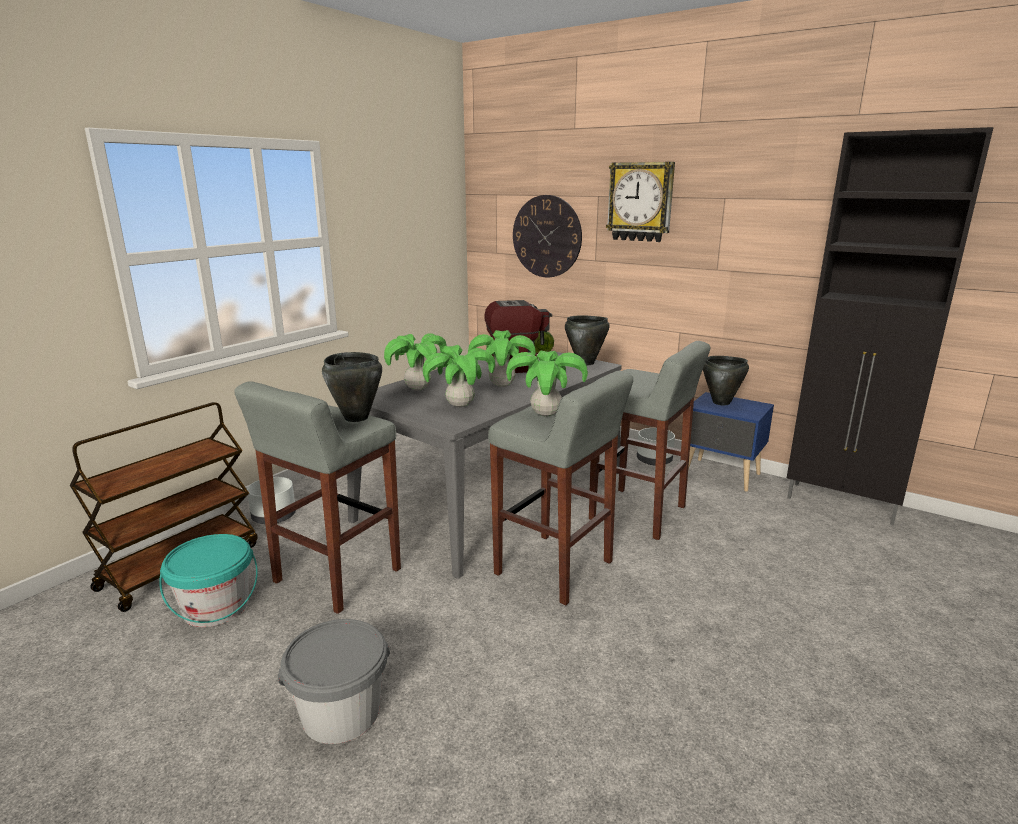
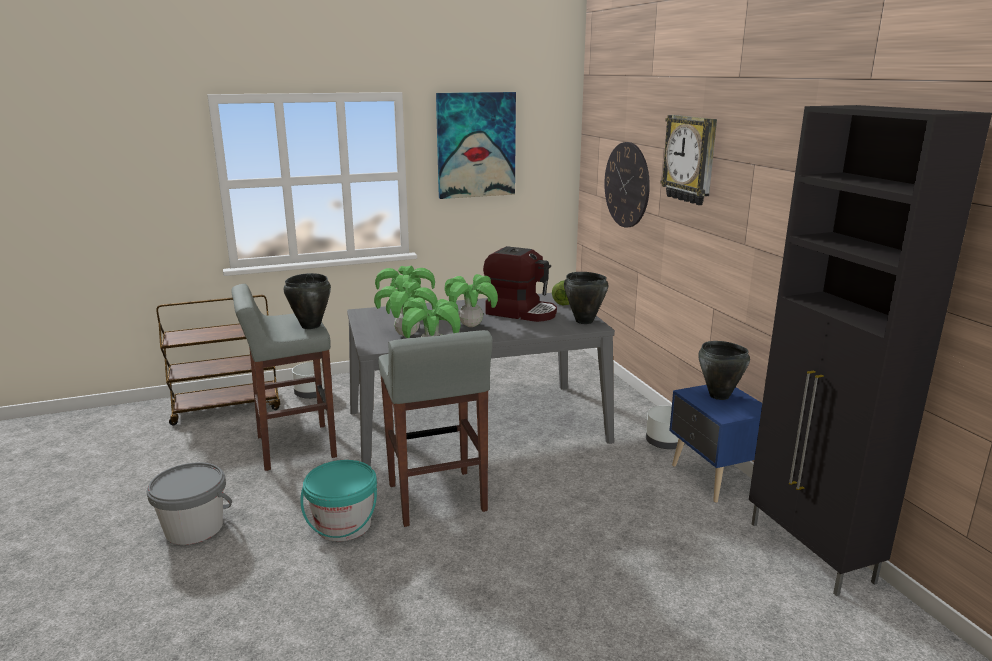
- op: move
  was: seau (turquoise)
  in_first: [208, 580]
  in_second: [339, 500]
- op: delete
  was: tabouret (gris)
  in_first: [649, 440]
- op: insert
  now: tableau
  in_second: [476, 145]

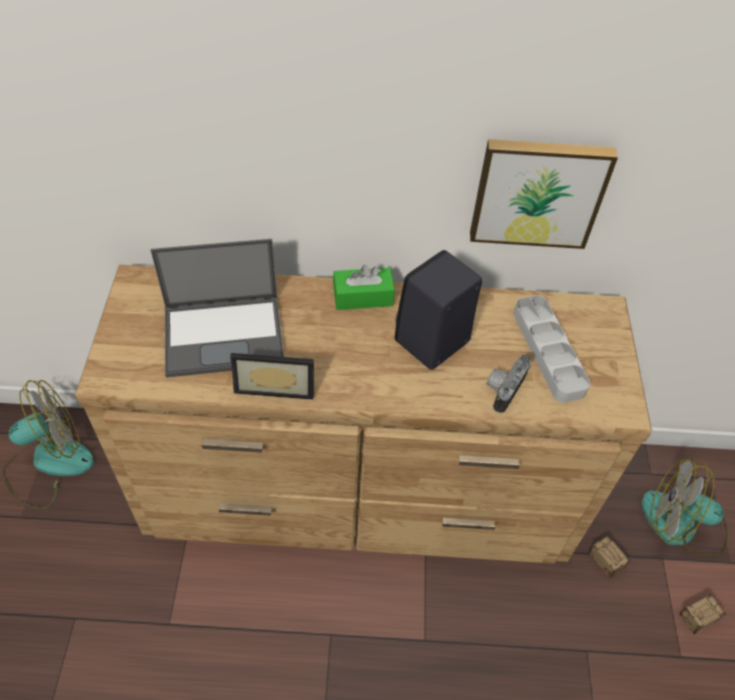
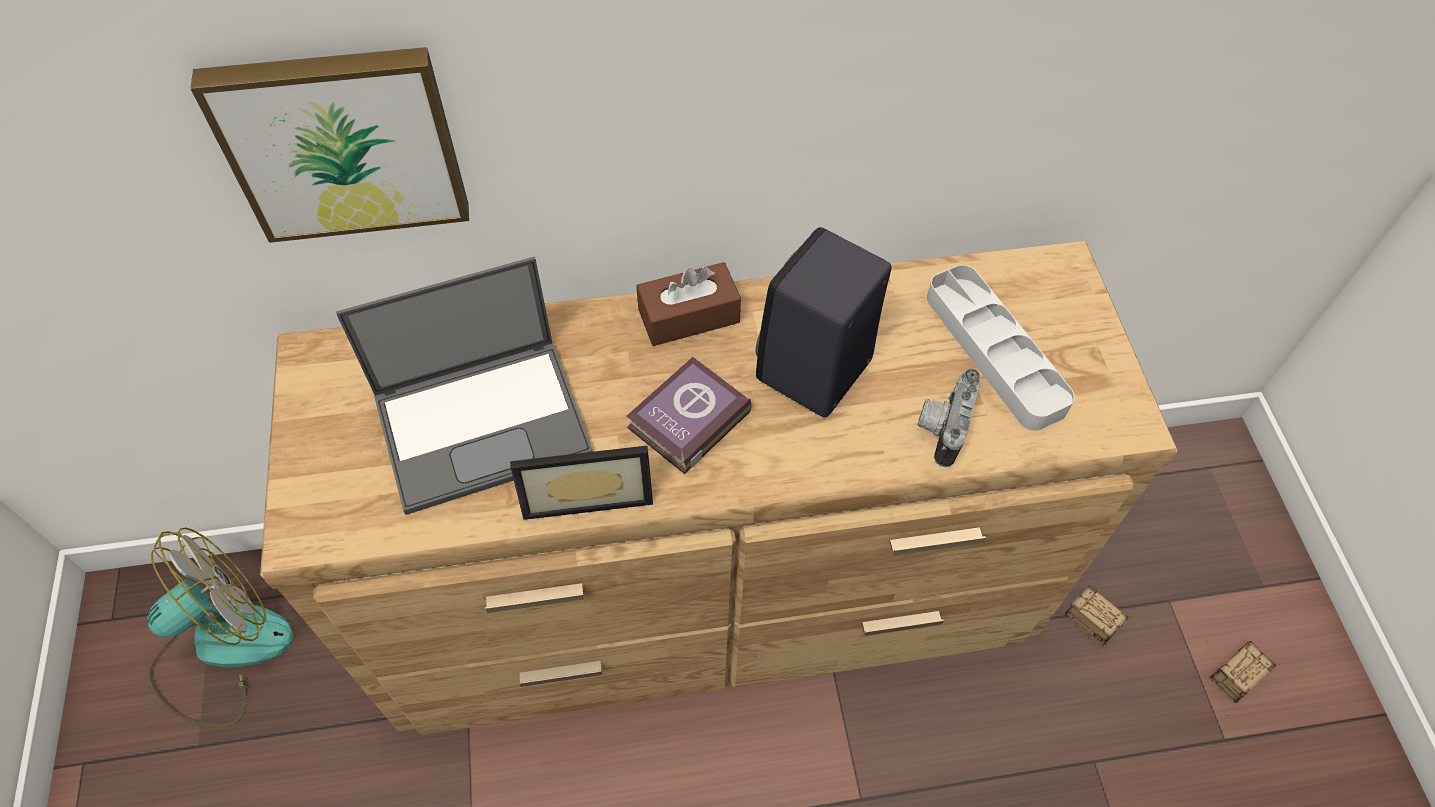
- op: recolor
  was: boîte à mouchoirs (vert)
  now: boîte à mouchoirs (marron)
  in_first: [364, 287]
  in_second: [688, 304]
- op: move
  was: tableau
  in_first: [544, 194]
  in_second: [329, 145]
- op: delete
  was: ventilateur
  in_first: [684, 507]
- op: insert
  now: livre
  in_second: [689, 415]

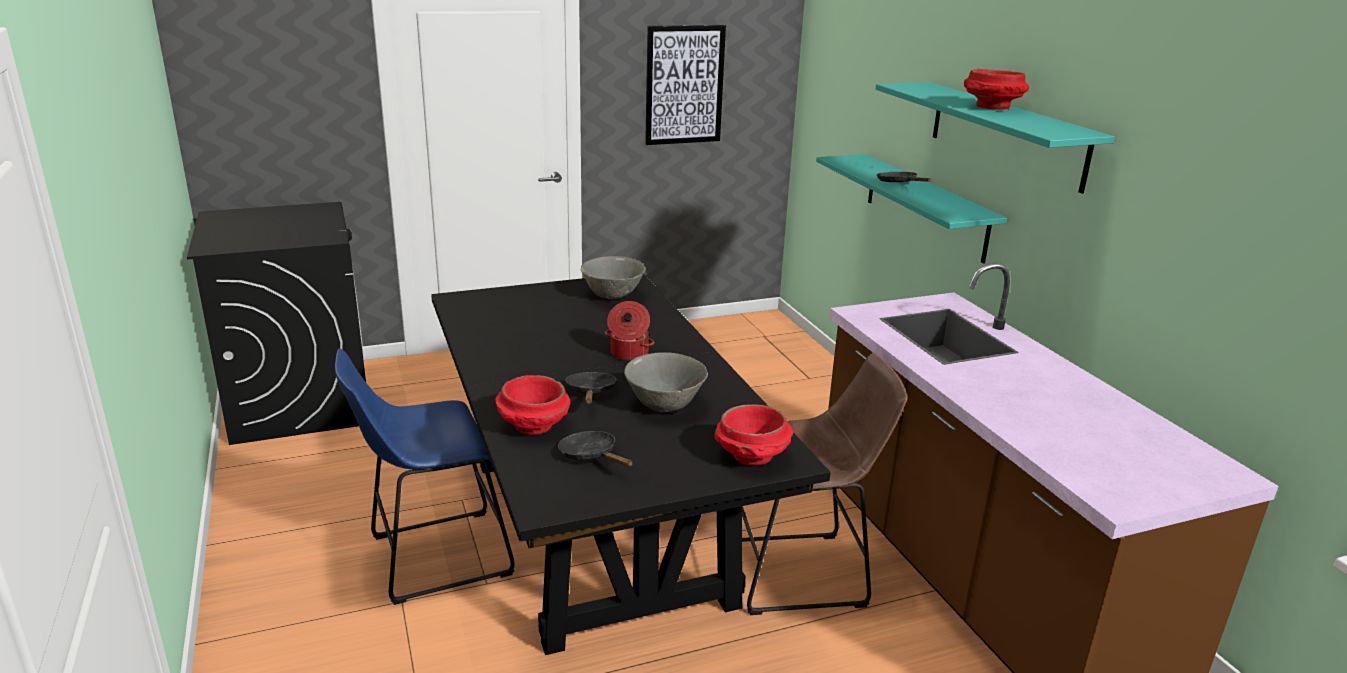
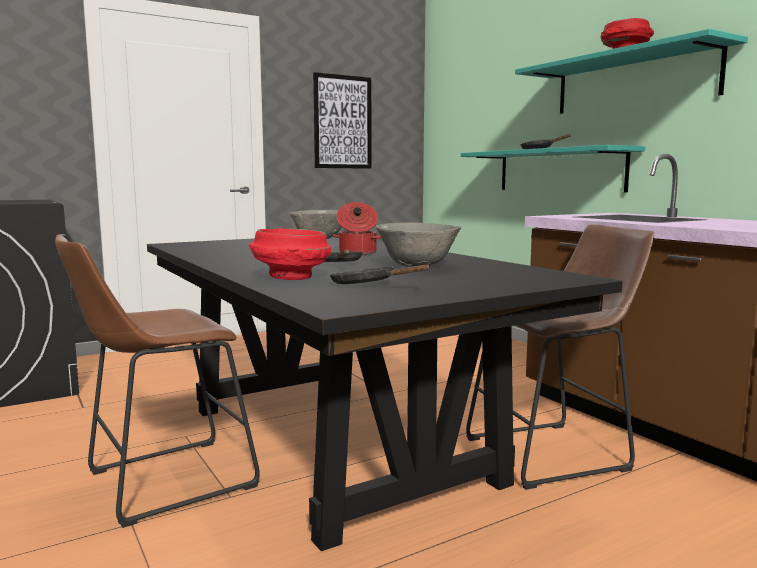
- op: recolor
  was: tabouret (bleu)
  now: tabouret (marron)
  in_first: [425, 476]
  in_second: [157, 381]
- op: delete
  was: bol (rouge)
  in_first: [754, 435]

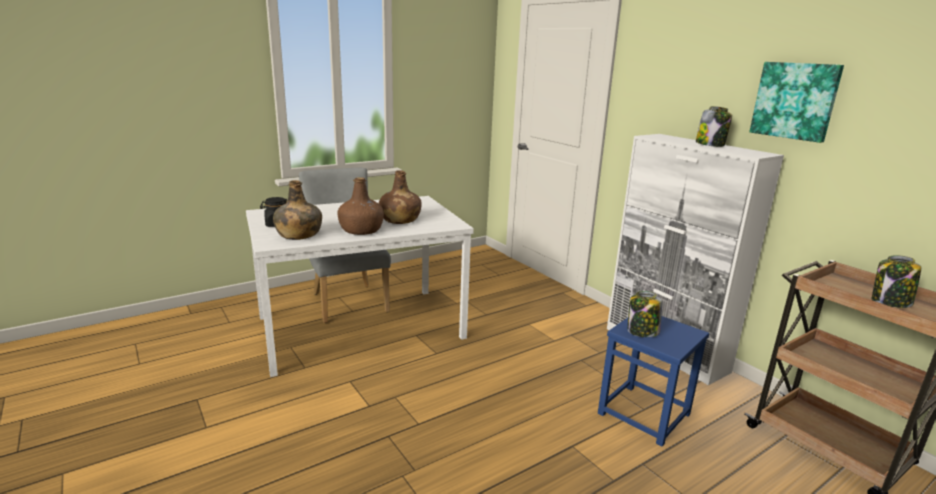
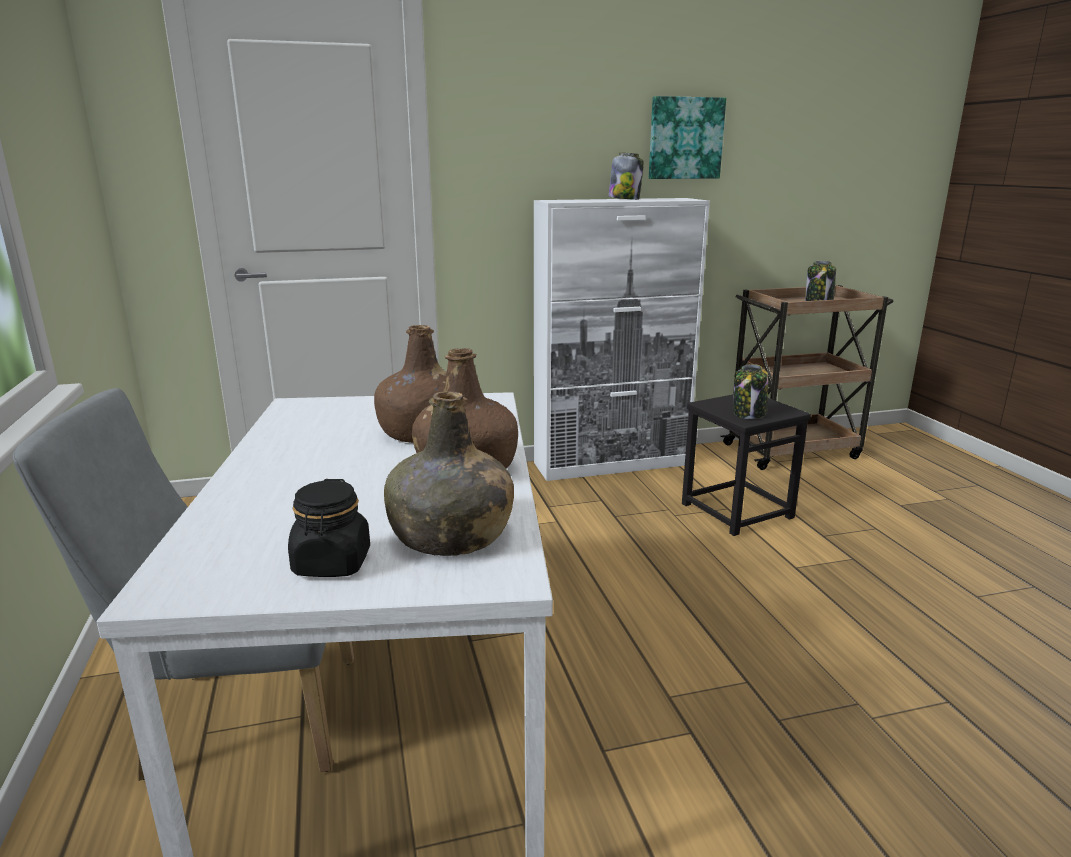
- op: recolor
  was: tabouret (bleu)
  now: tabouret (noir)
  in_first: [653, 381]
  in_second: [746, 465]

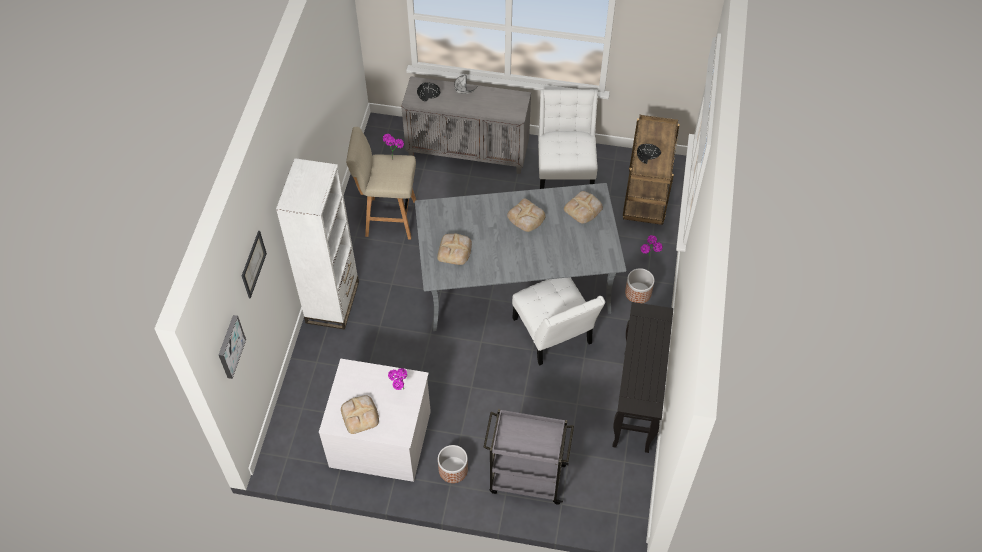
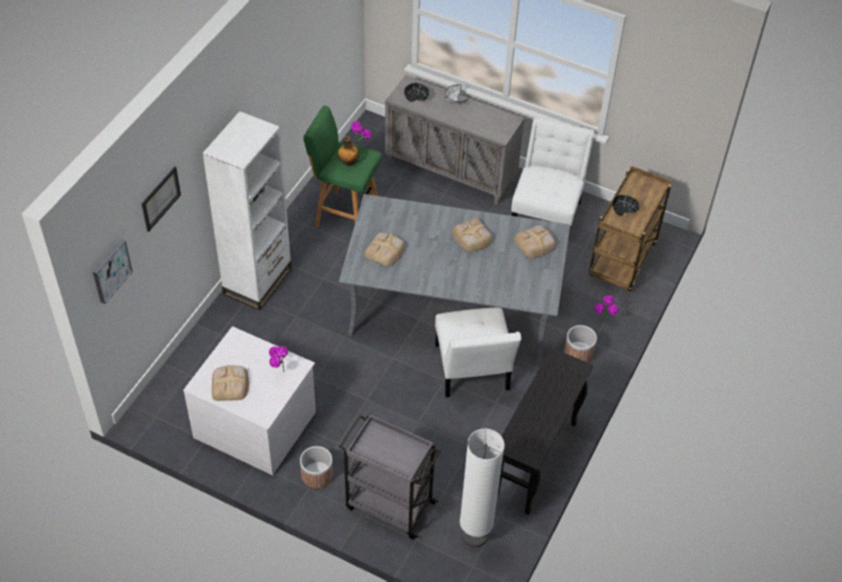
- op: recolor
  was: tabouret (beige)
  now: tabouret (vert)
  in_first: [381, 183]
  in_second: [342, 167]
- op: insert
  now: bouteille
  in_second: [348, 151]
- op: insert
  now: lampadaire (blanc)
  in_second: [482, 488]

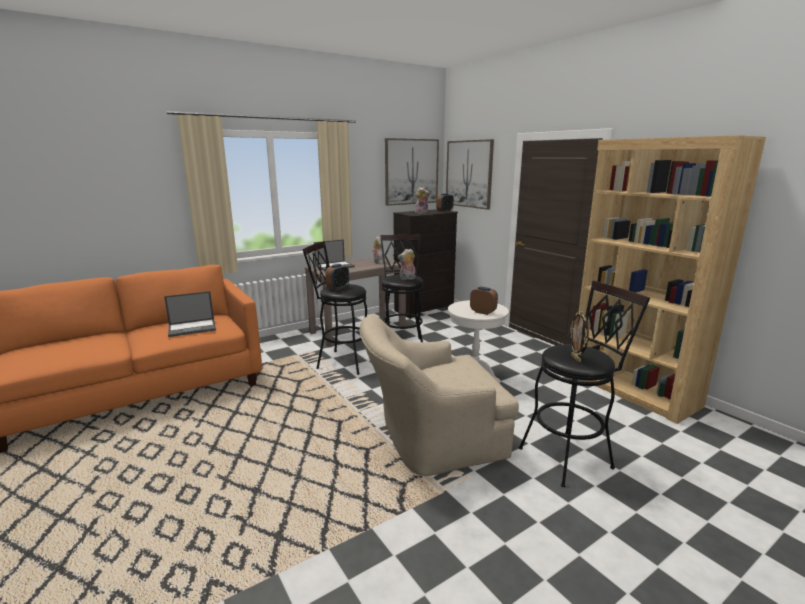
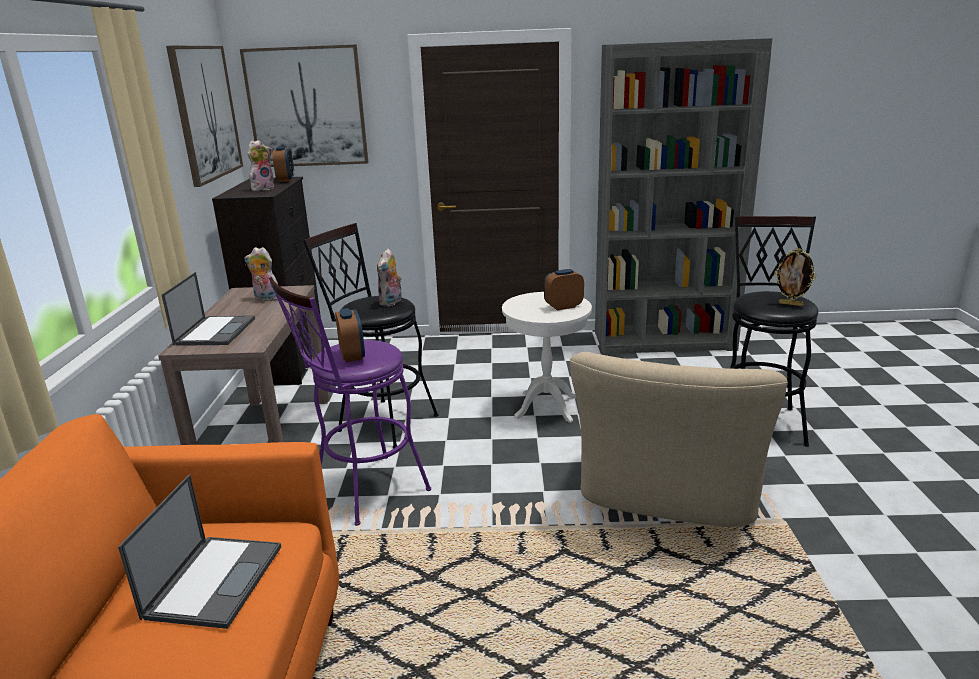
- op: recolor
  was: tabouret (noir)
  now: tabouret (violet)
  in_first: [335, 308]
  in_second: [349, 401]
- op: recolor
  was: bibliothèque (marron)
  now: bibliothèque (gris)
  in_first: [672, 279]
  in_second: [684, 196]

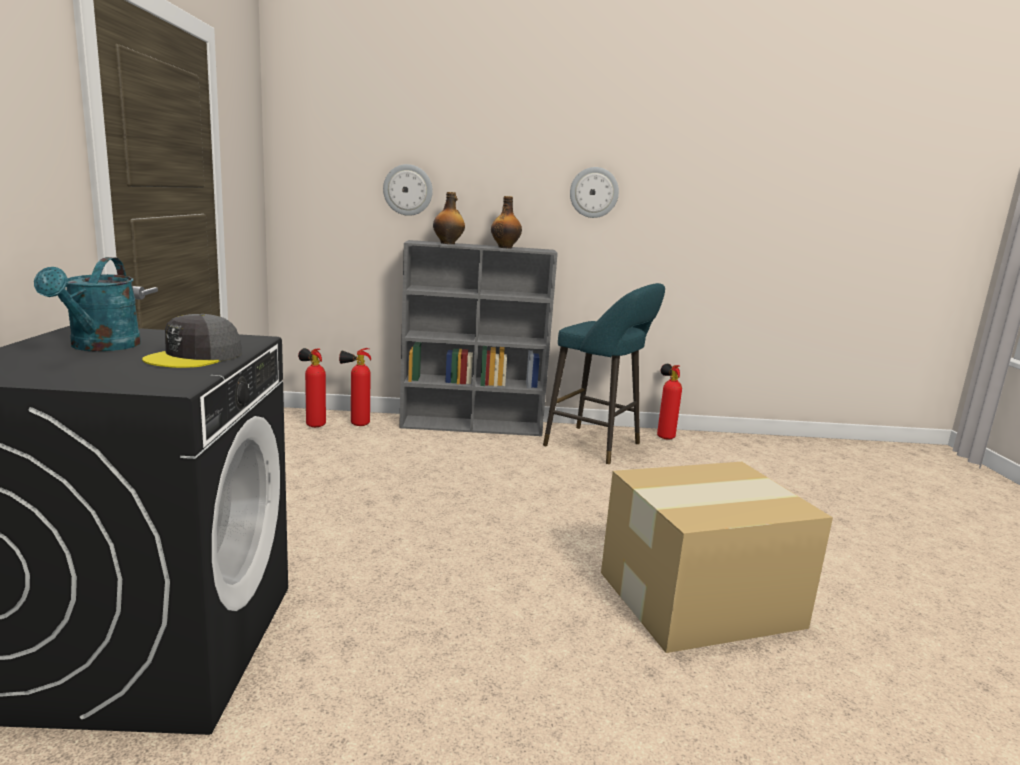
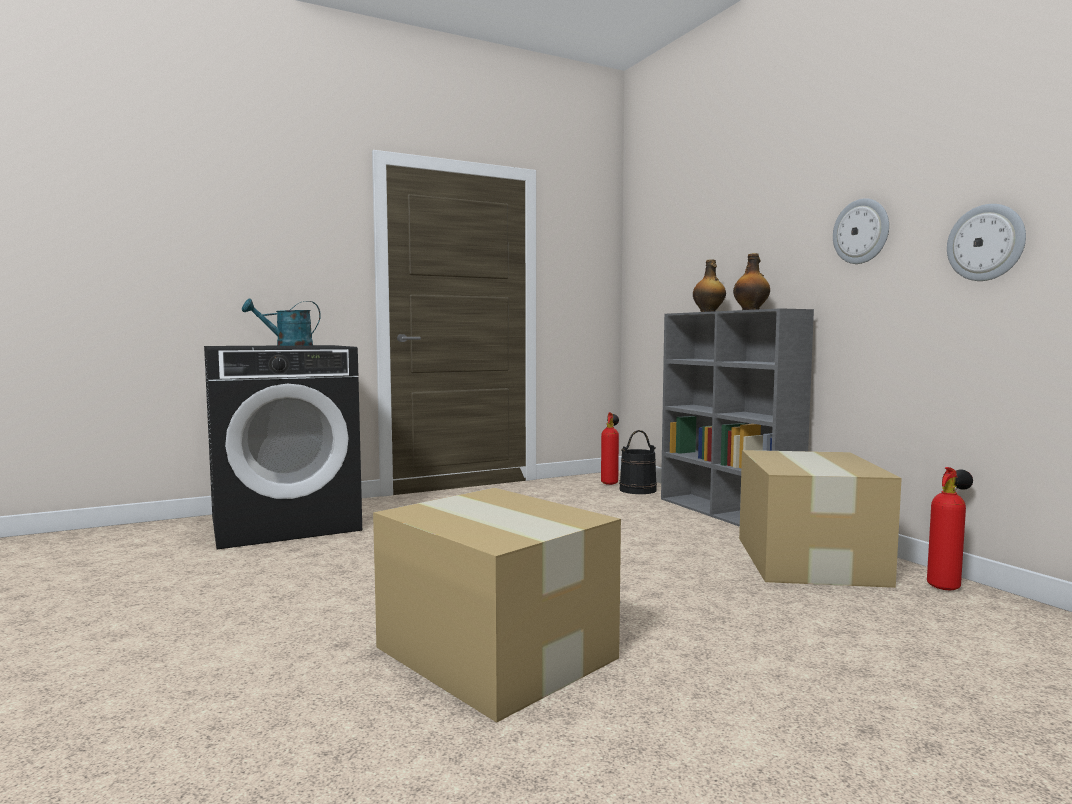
- op: delete
  was: casquette (gris)
  in_first: [192, 341]
- op: replace
  was: extincteur
  now: seau (noir)
  in_first: [355, 387]
  in_second: [638, 462]
- op: move
  was: horloge murale
  in_first: [408, 190]
  in_second: [986, 242]
- op: replace
  was: tabouret (turquoise)
  now: carton
  in_first: [604, 373]
  in_second: [820, 519]

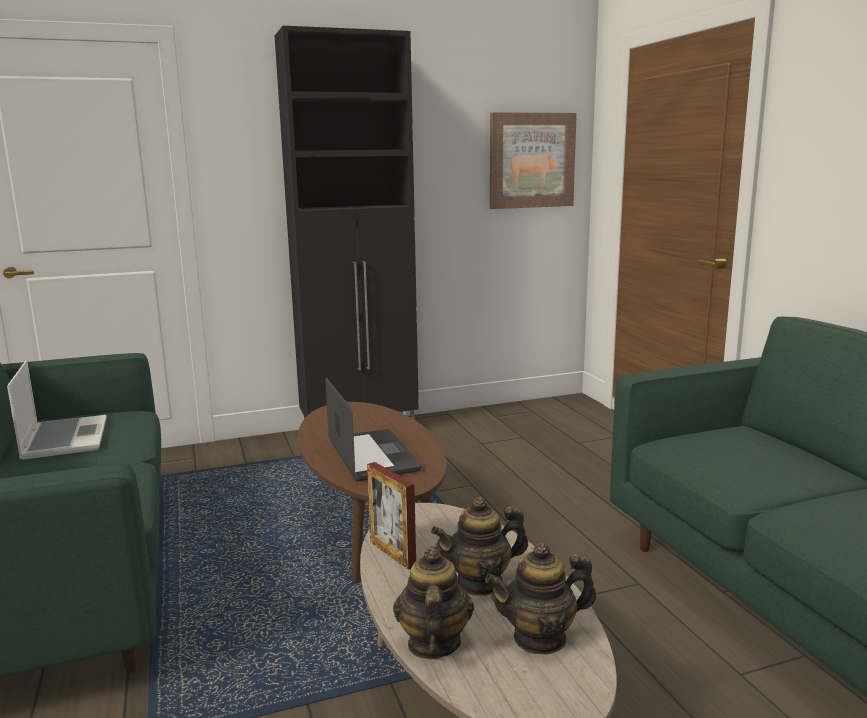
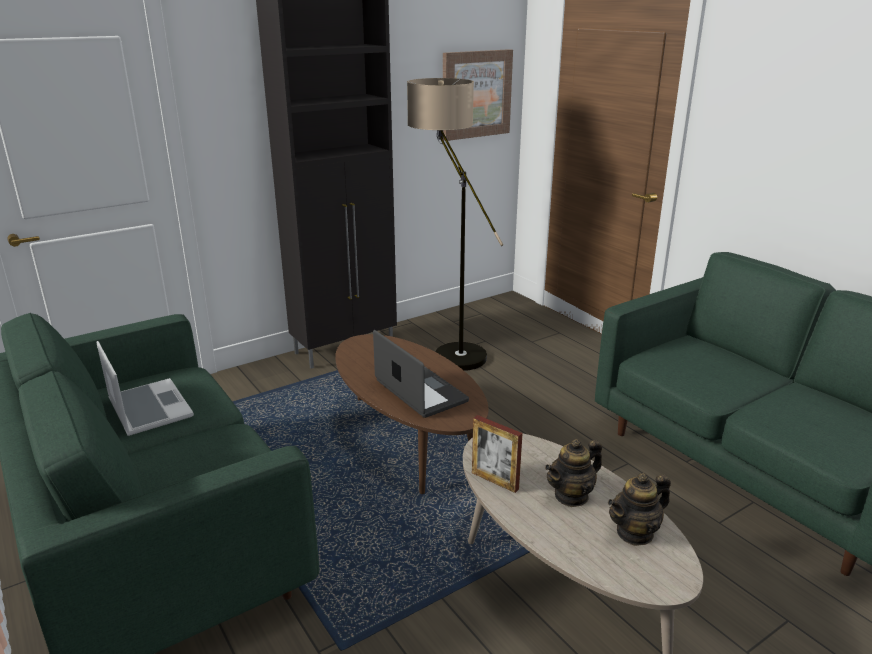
- op: delete
  was: théière
  in_first: [433, 602]
- op: insert
  now: lampadaire
  in_second: [455, 224]

